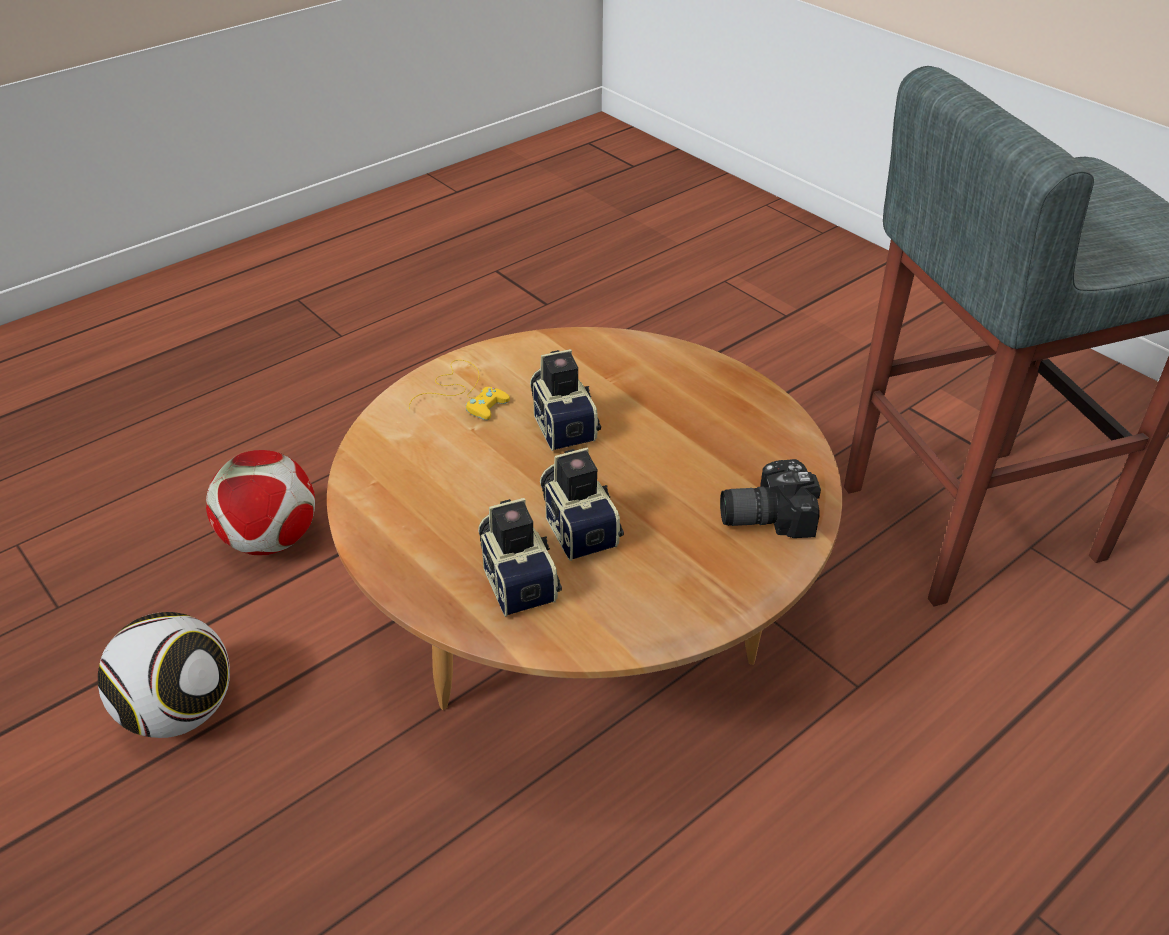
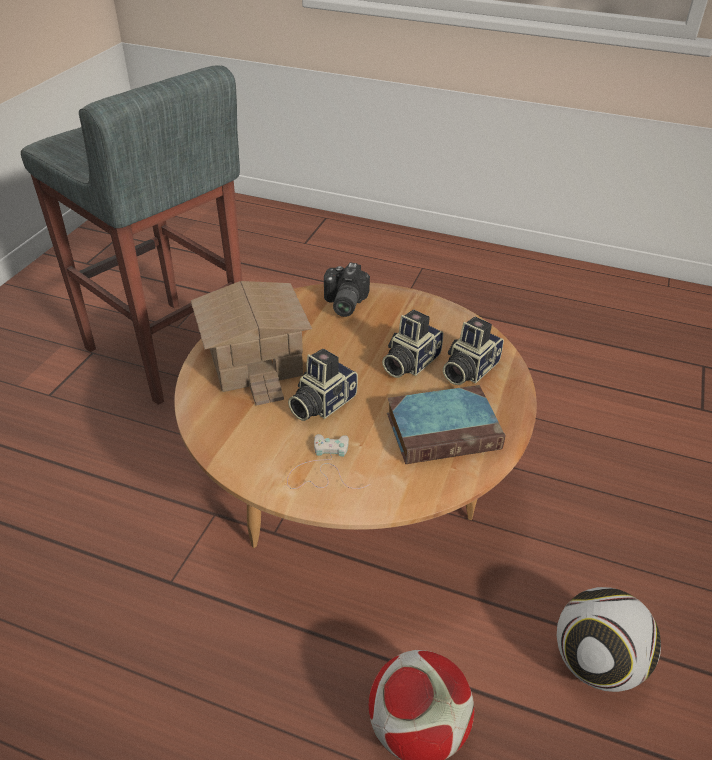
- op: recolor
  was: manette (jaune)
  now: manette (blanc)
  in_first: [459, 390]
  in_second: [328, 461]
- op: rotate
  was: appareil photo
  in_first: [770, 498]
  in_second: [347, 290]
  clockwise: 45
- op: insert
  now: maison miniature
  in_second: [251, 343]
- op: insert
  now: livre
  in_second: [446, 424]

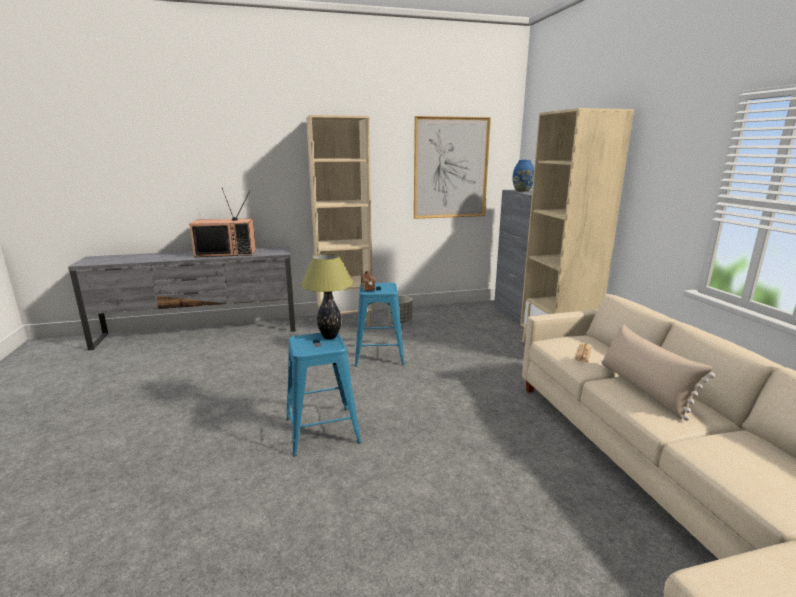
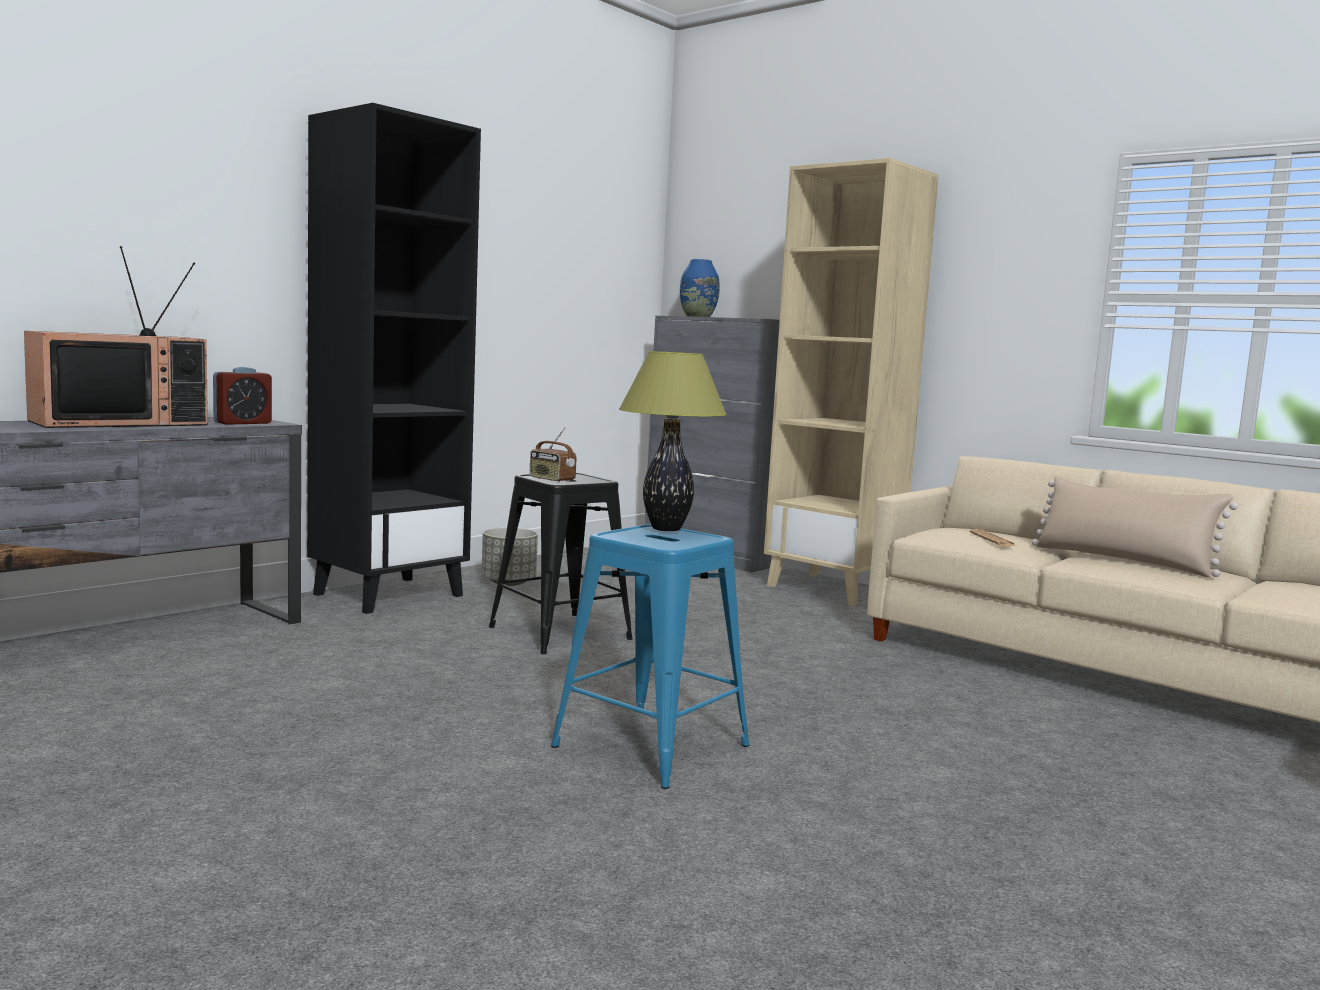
- op: recolor
  was: bibliothèque (beige)
  now: bibliothèque (noir)
  in_first: [339, 220]
  in_second: [394, 358]
- op: recolor
  was: tabouret (bleu)
  now: tabouret (noir)
  in_first: [380, 325]
  in_second: [561, 563]
- op: delete
  was: tableau
  in_first: [452, 167]
- op: insert
  now: réveil
  in_second: [242, 396]

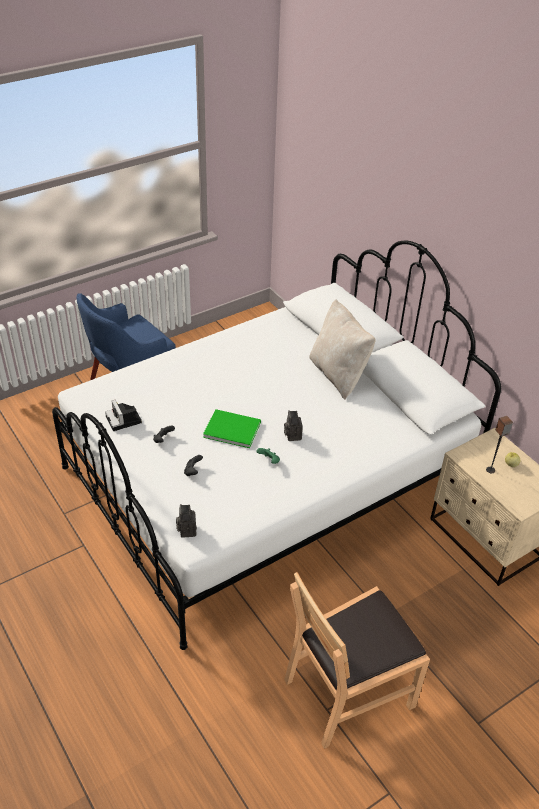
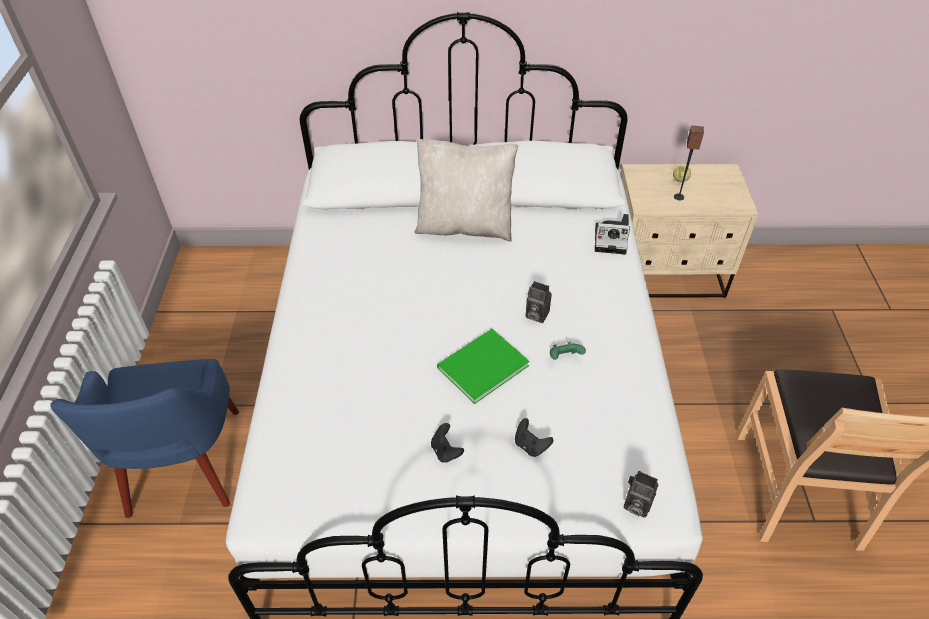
- op: move
  was: appareil photo
  in_first: [123, 415]
  in_second: [612, 234]

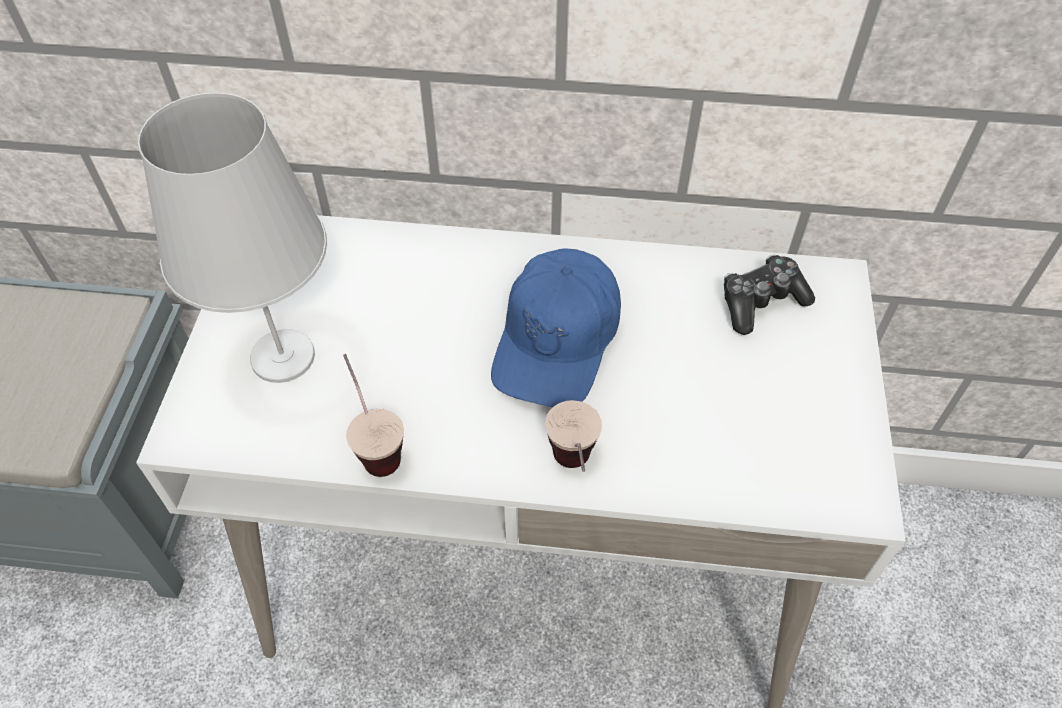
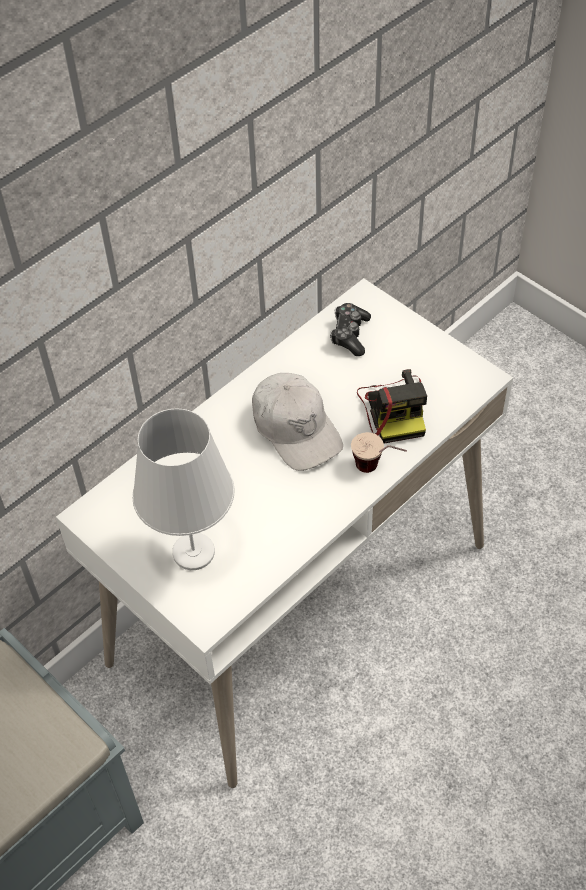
- op: delete
  was: tasse
  in_first: [373, 415]
- op: recolor
  was: casquette (bleu)
  now: casquette (blanc)
  in_first: [556, 327]
  in_second: [297, 422]
- op: insert
  now: appareil photo
  in_second: [392, 406]

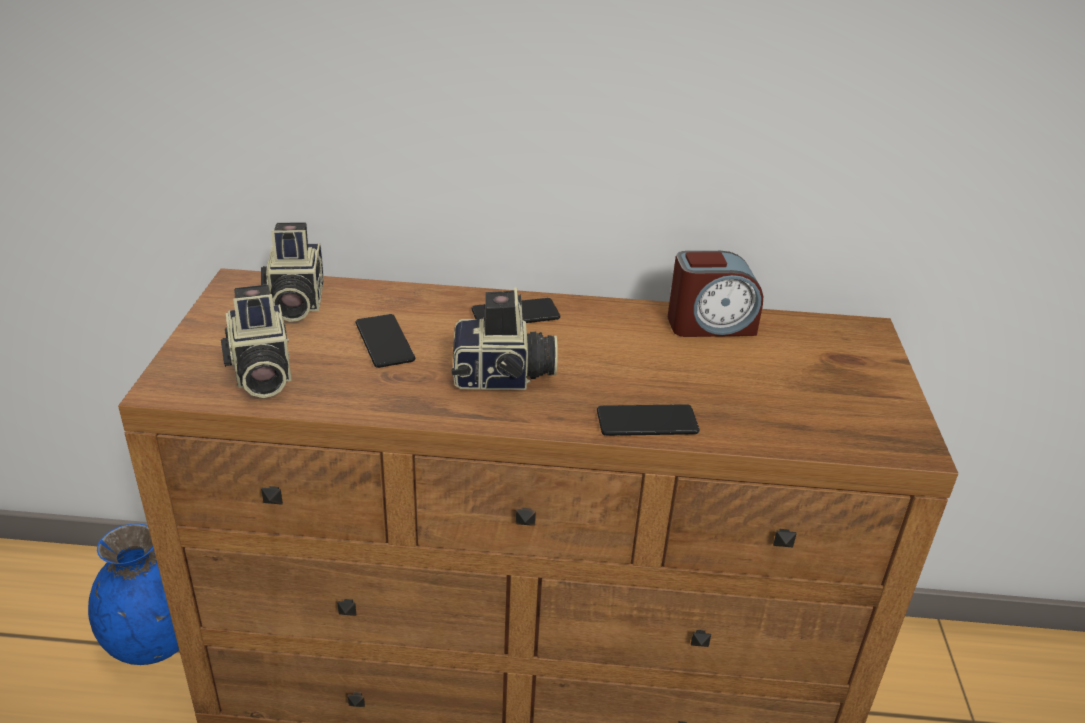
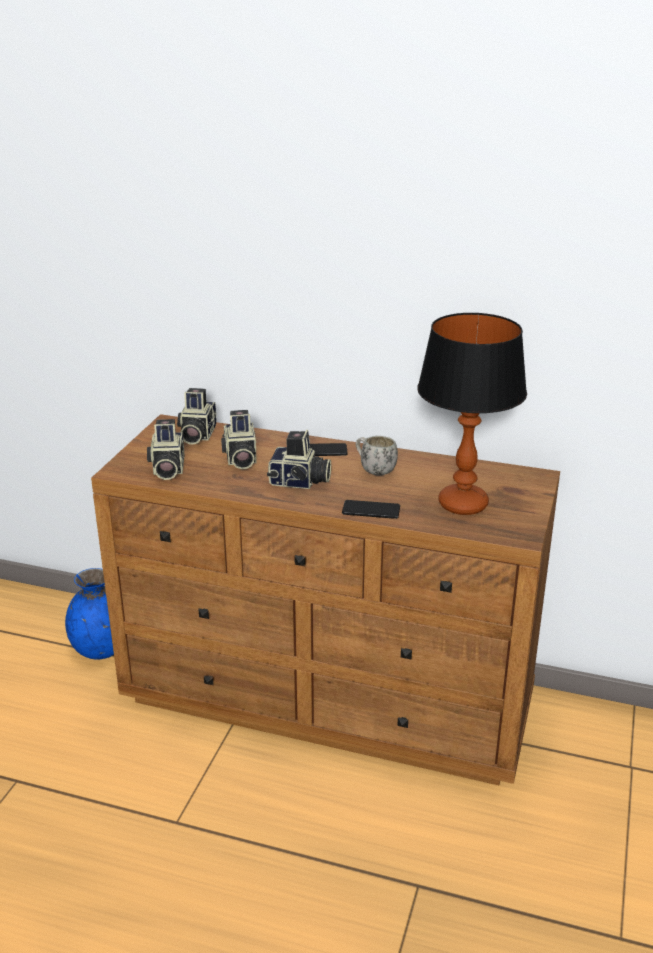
- op: replace
  was: téléphone
  now: appareil photo
  in_first: [385, 341]
  in_second: [239, 439]
- op: delete
  was: réveil
  in_first: [715, 294]
- op: insert
  now: mug (blanc)
  in_second: [377, 455]
- op: insert
  now: lampe de table
  in_second: [472, 414]

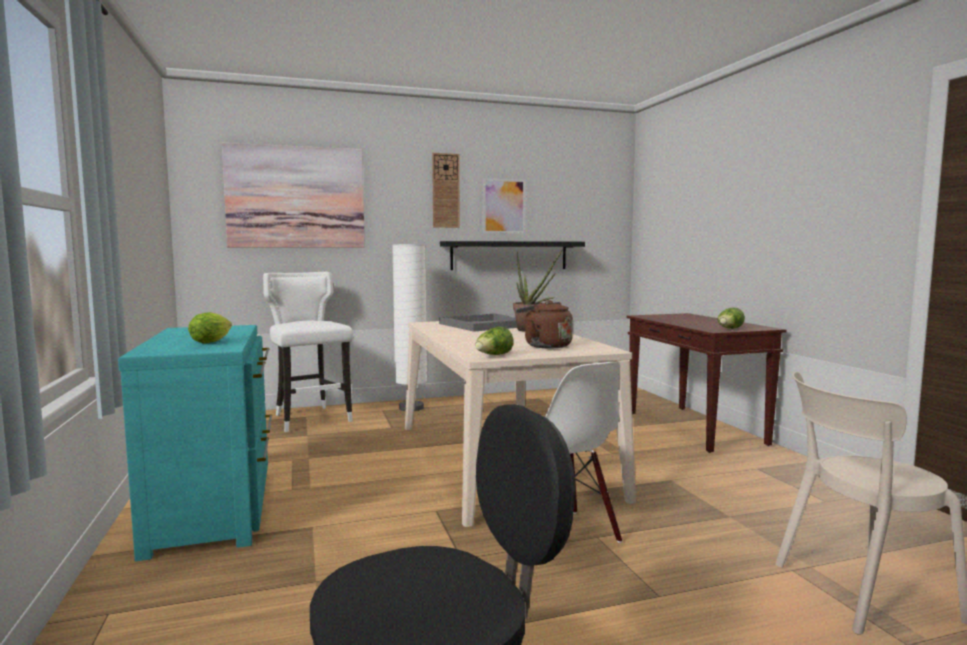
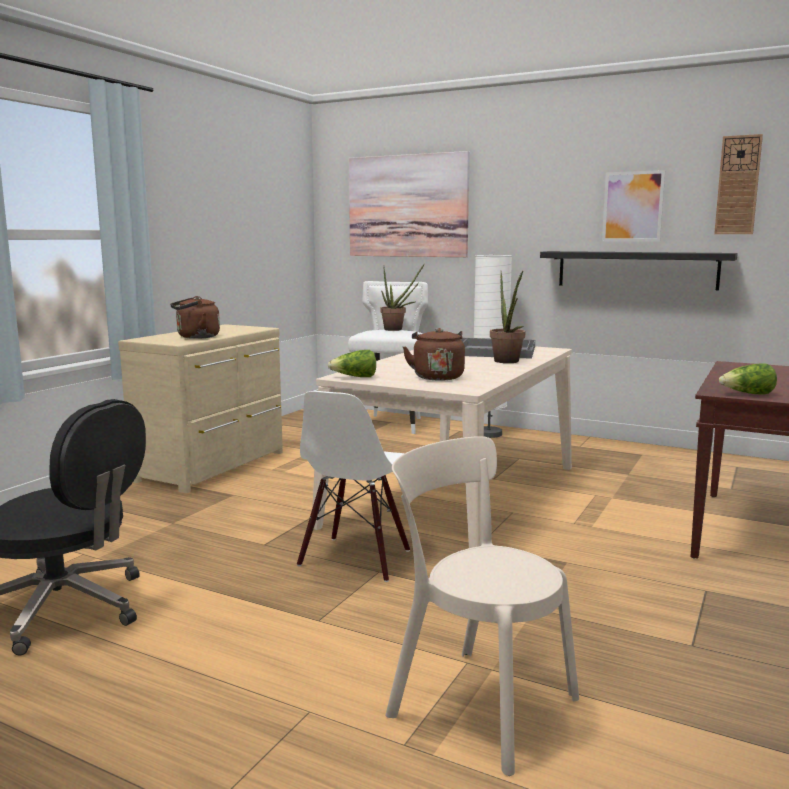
- op: recolor
  was: commode (turquoise)
  now: commode (beige)
  in_first: [195, 443]
  in_second: [200, 408]
- op: replace
  was: laitue
  now: bouilloire (marron)
  in_first: [210, 328]
  in_second: [195, 317]
- op: move
  was: horloge murale
  in_first: [446, 190]
  in_second: [738, 184]
- op: insert
  now: plante en pot
  in_second: [402, 297]

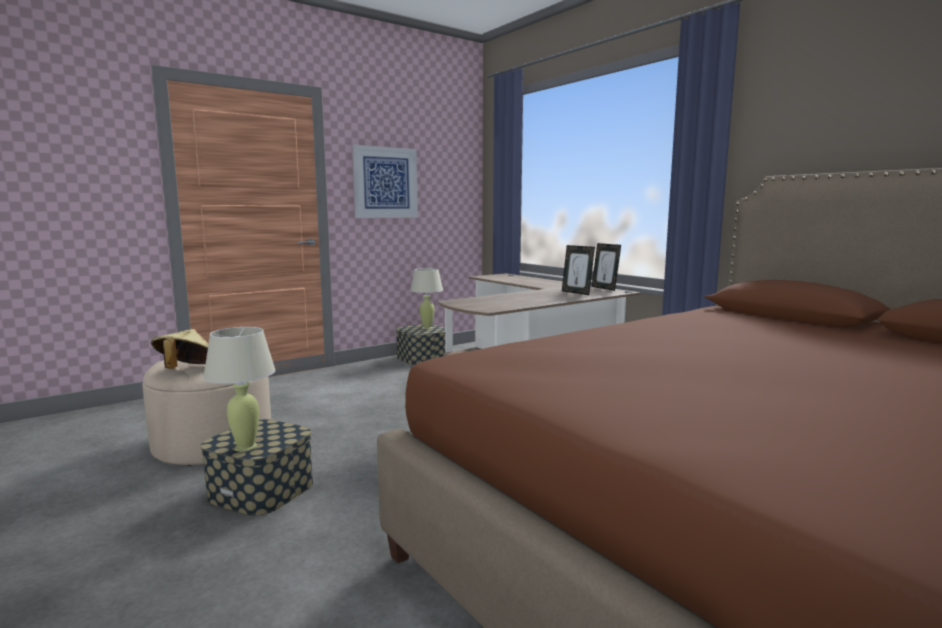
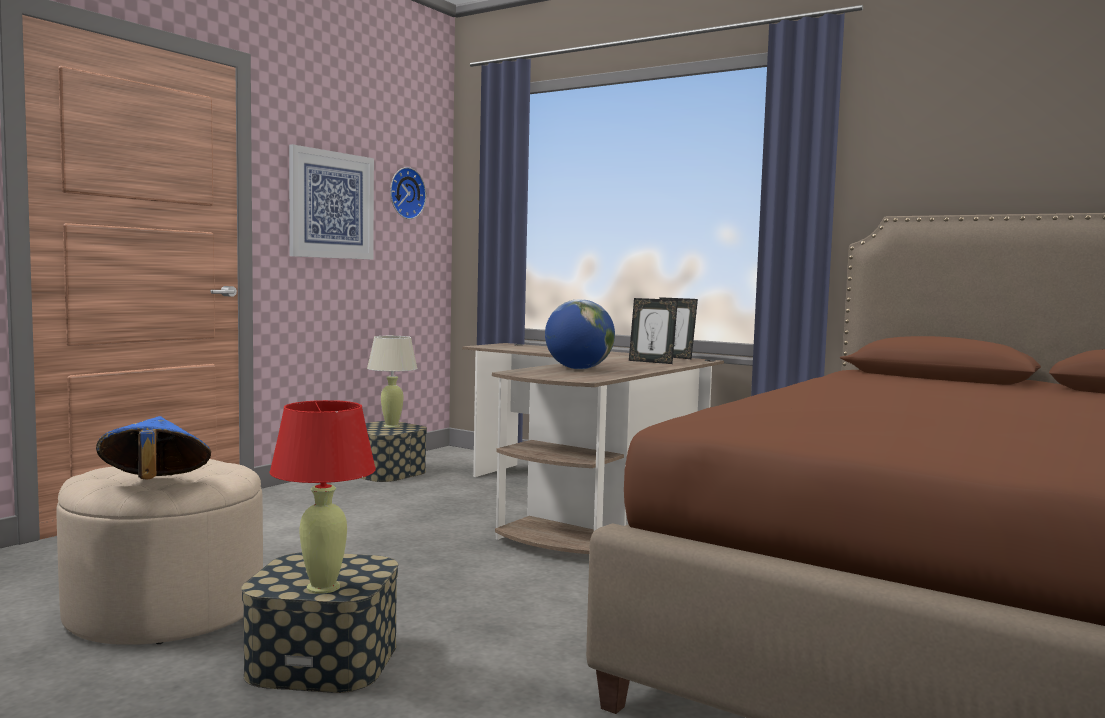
- op: recolor
  was: chapeau (beige)
  now: chapeau (bleu)
  in_first: [179, 349]
  in_second: [153, 447]
- op: recolor
  was: lampe de table (beige)
  now: lampe de table (rouge)
  in_first: [239, 389]
  in_second: [322, 497]
- op: insert
  now: horloge murale
  in_second: [408, 193]
- op: insert
  now: globe
  in_second: [580, 334]

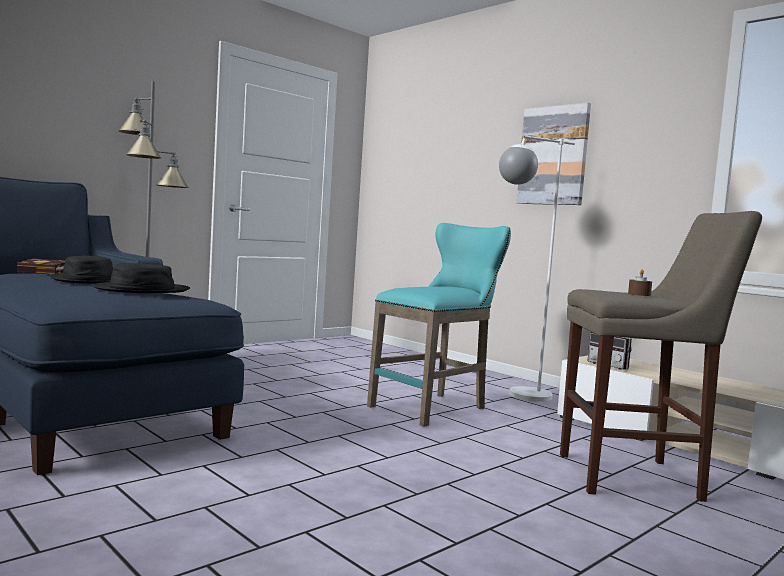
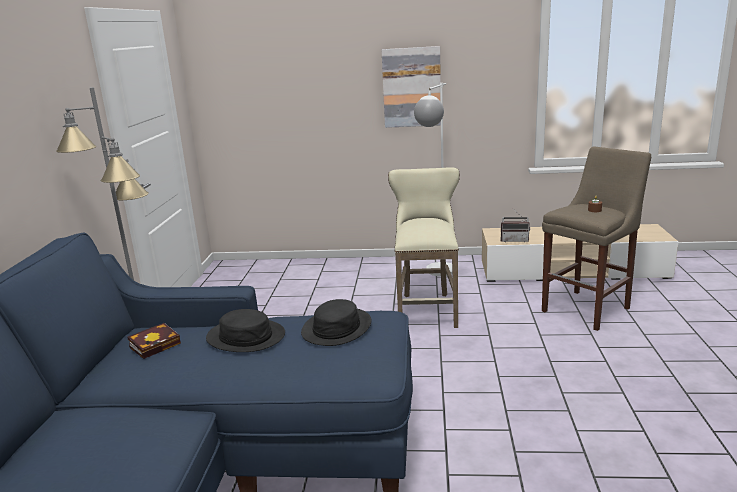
- op: recolor
  was: tabouret (turquoise)
  now: tabouret (beige)
  in_first: [439, 325]
  in_second: [424, 247]

